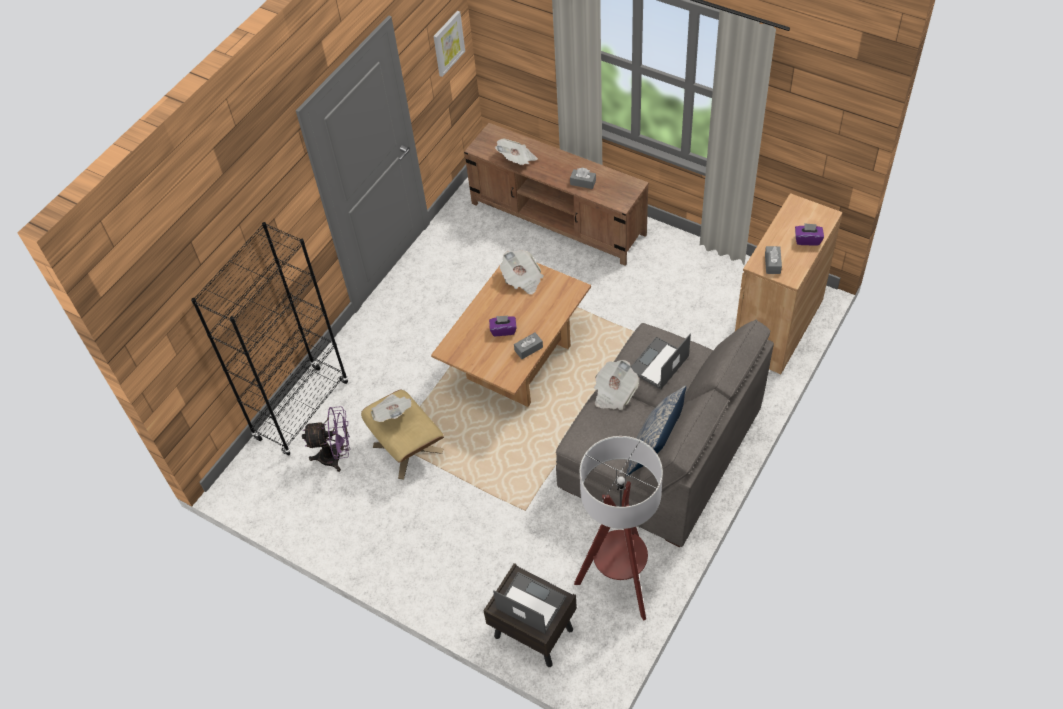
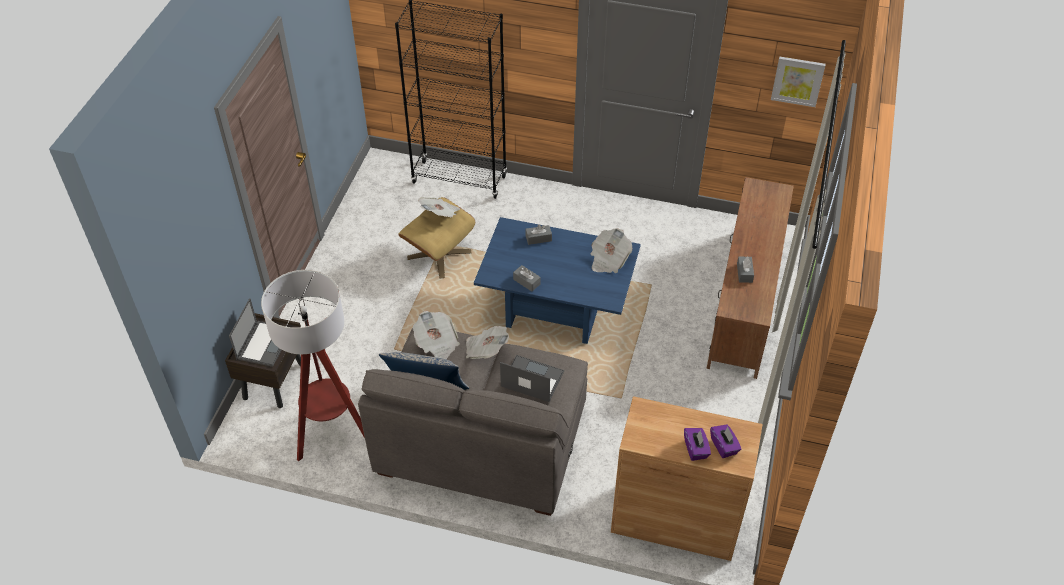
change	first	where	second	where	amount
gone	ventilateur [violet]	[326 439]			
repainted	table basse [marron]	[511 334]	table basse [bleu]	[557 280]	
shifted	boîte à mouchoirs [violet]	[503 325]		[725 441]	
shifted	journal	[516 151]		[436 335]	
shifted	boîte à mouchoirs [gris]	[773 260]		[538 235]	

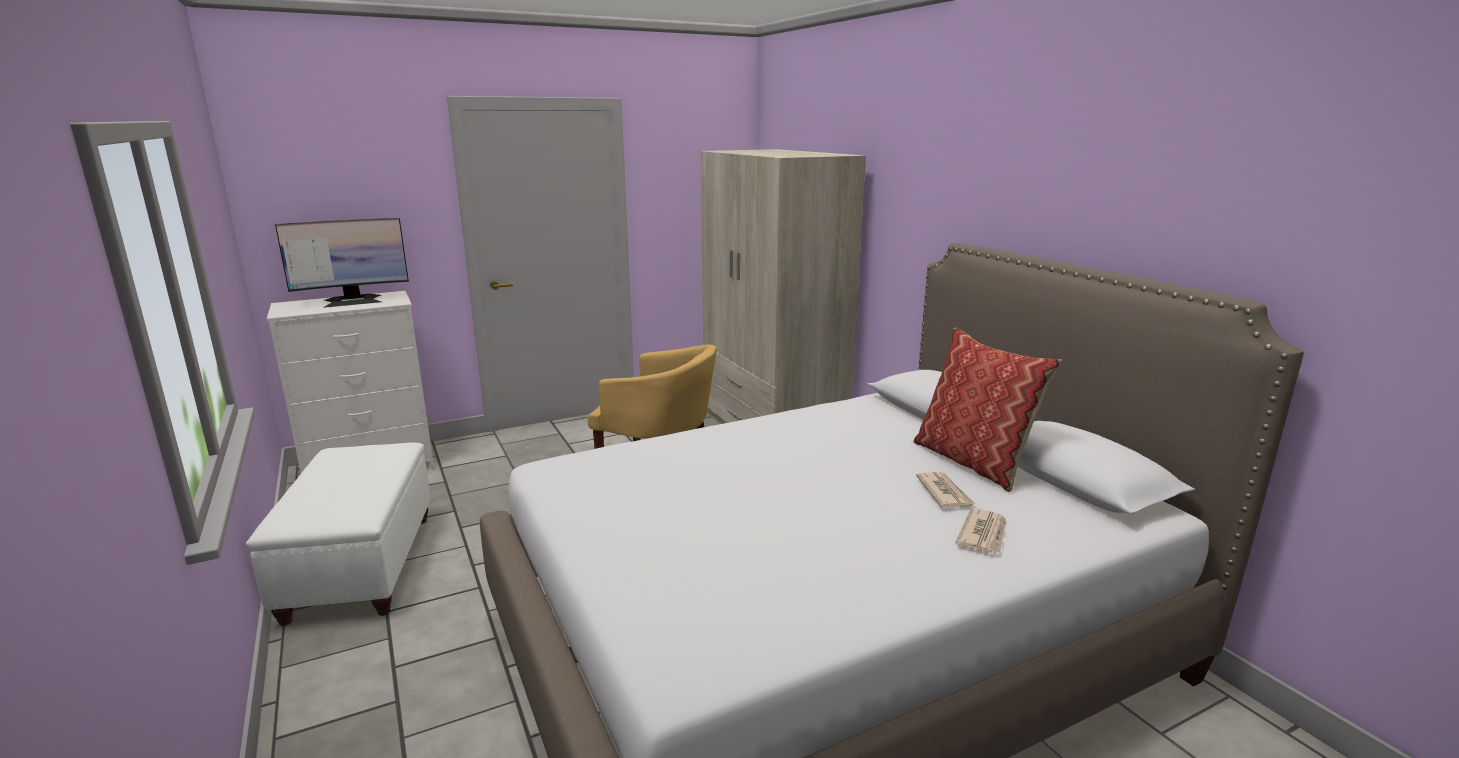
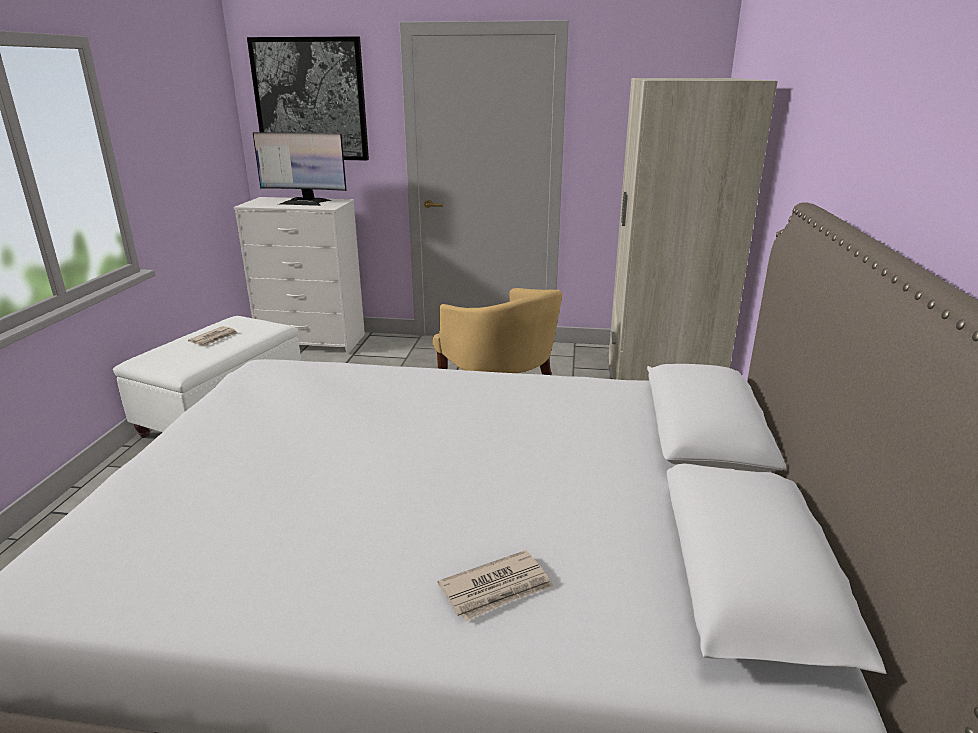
change	first	where	second	where	amount
gone	coussin	[988 410]			
shifted	journal	[945 490]		[213 336]	
new			tableau	[308 98]	

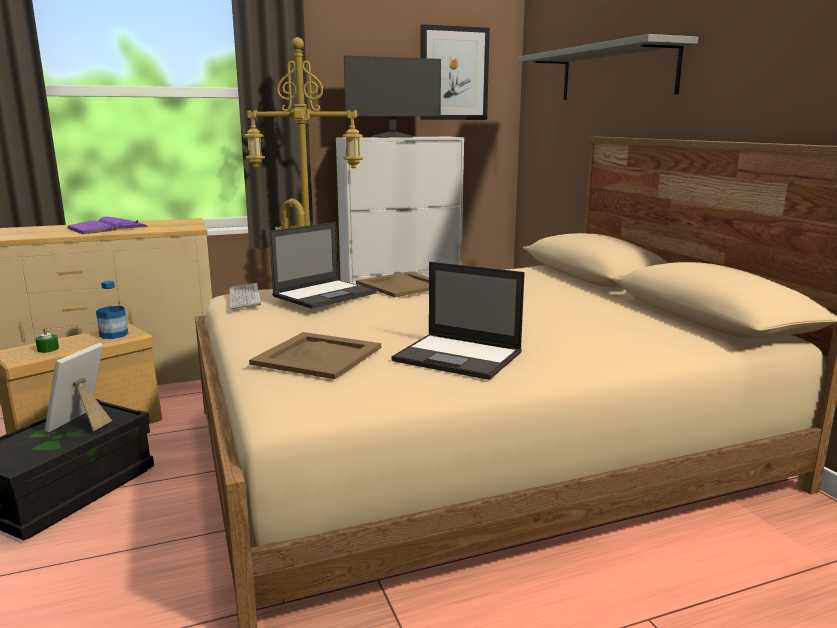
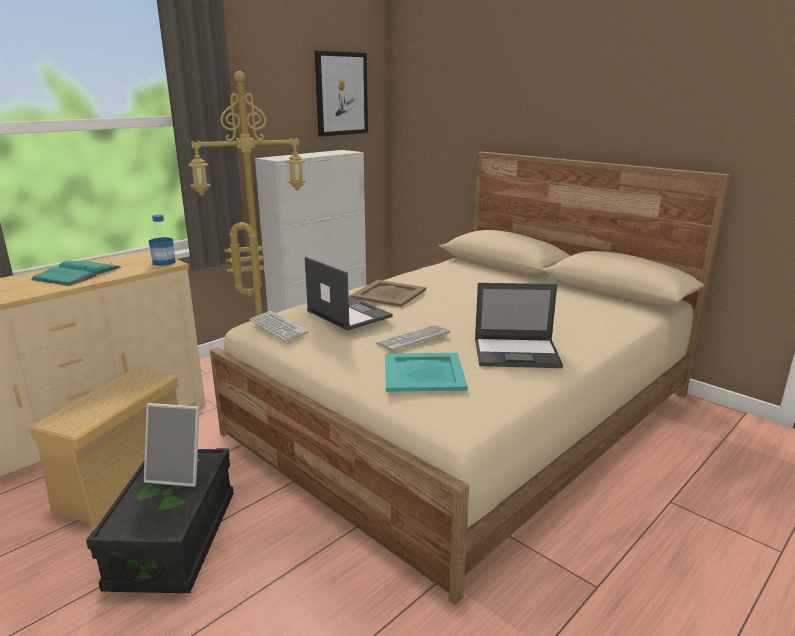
change	first	where	second	where	amount
gone	bougie [vert]	[47 340]			
rotated	cadre photo	[78 388]		[172 445]	75 degrees counterclockwise
repainted	livre [violet]	[107 225]	livre [turquoise]	[76 273]	
shifted	bouteille	[112 310]		[162 240]	
repainted	plateau [beige]	[315 355]	plateau [turquoise]	[426 372]	
rotated	ordinateur portable	[323 265]		[349 294]	60 degrees counterclockwise
gone	écran d'ordinateur	[392 97]			
gone	étagère [gris]	[608 67]			
new			clavier	[413 338]	

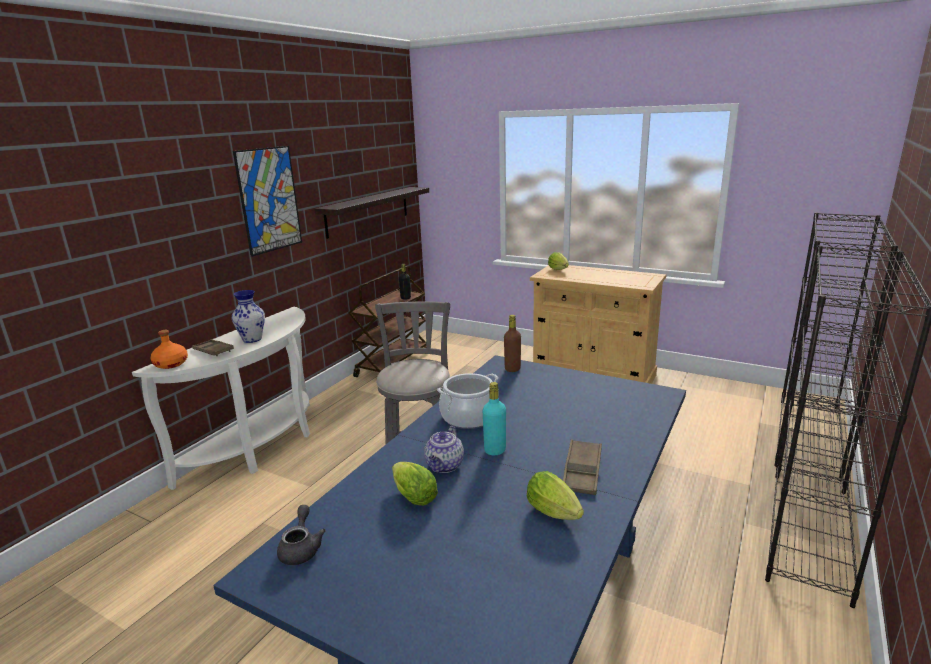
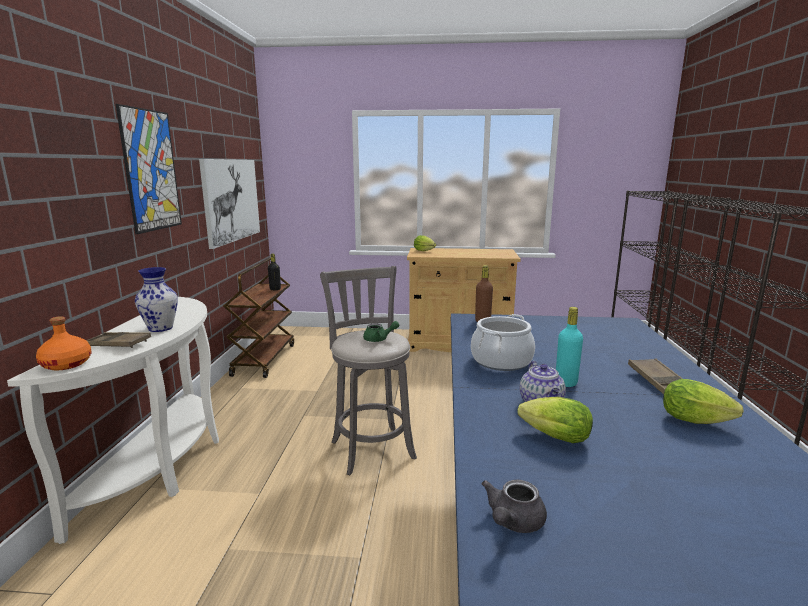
change	first	where	second	where	amount
rotated	théière [gris]	[301 535]		[514 506]	120 degrees counterclockwise
swapped	étagère	[371 213]	tableau	[229 204]	
new			théière [vert]	[381 331]	

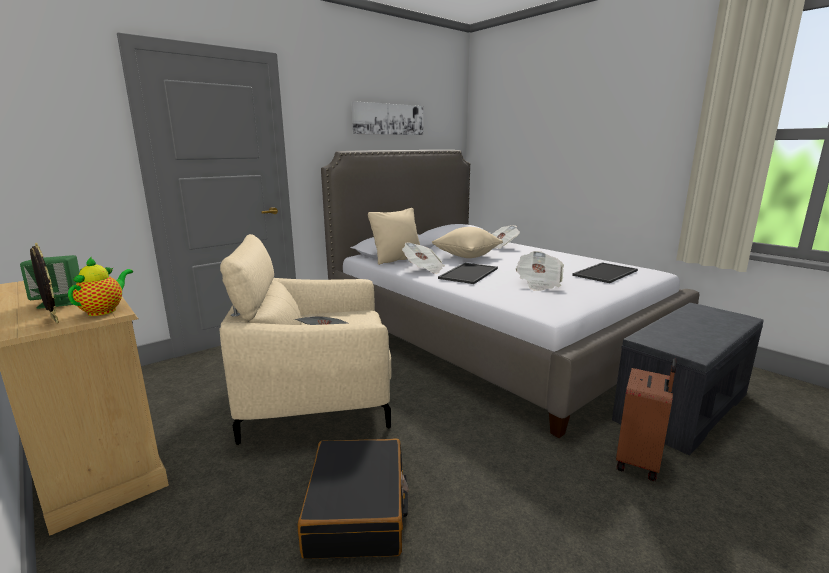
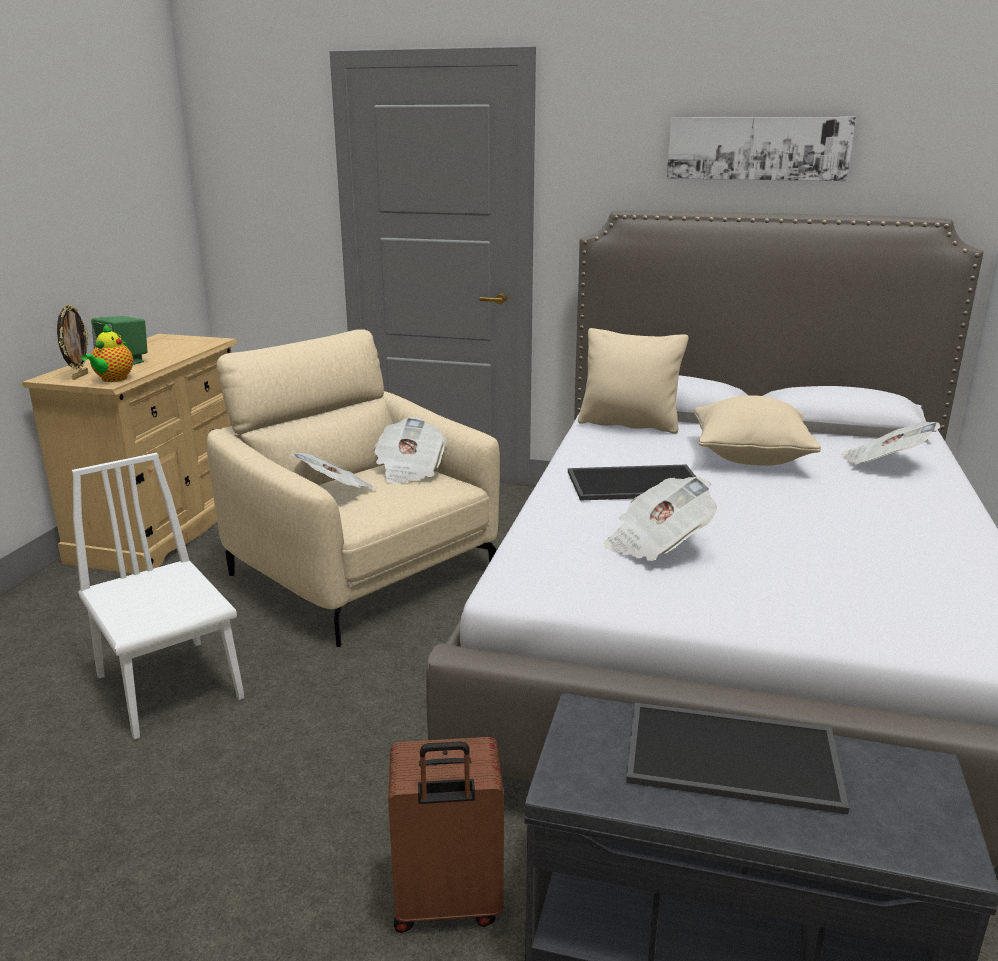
change	first	where	second	where	amount
rotated	théière	[100 286]		[107 353]	120 degrees clockwise
swapped	valise [noir]	[353 498]	chaise [blanc]	[158 596]	
shifted	journal	[423 258]		[410 450]	
shifted	plateau	[605 273]		[737 758]	

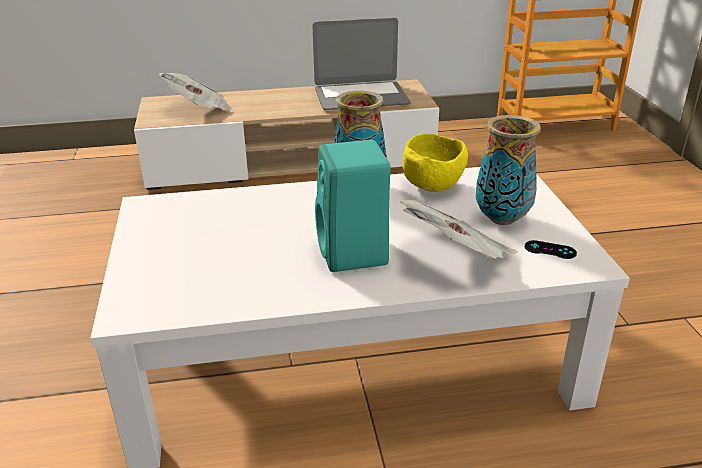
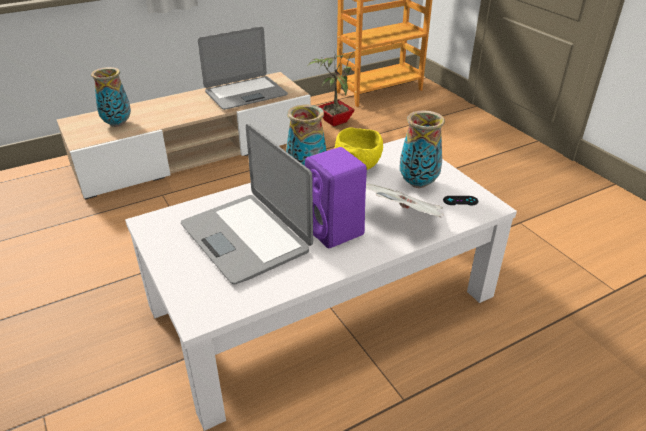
change	first	where	second	where	amount
swapped	journal	[196 92]	vase	[111 97]	
repainted	enceinte [turquoise]	[352 206]	enceinte [violet]	[336 197]	
new			ordinateur portable	[247 204]	
new			plante en pot	[331 89]	

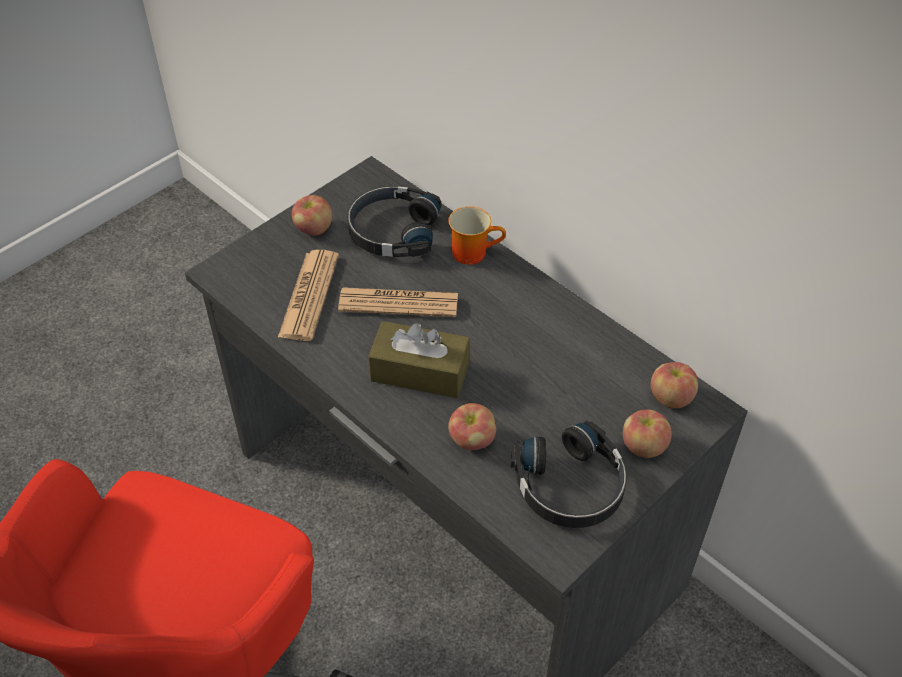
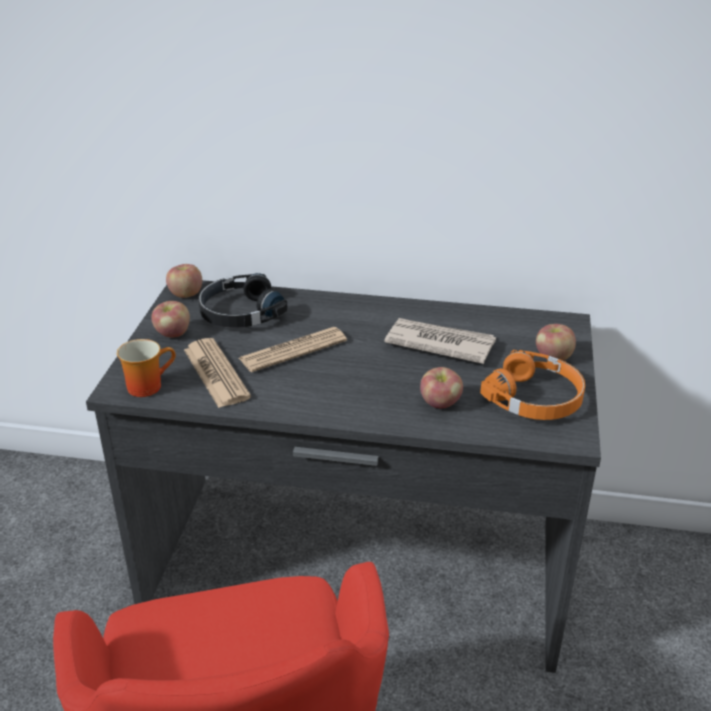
change	first	where	second	where	amount
gone	boîte à mouchoirs [marron]	[419 359]			
shifted	mug	[477 235]		[146 368]	
repainted	casque audio [noir]	[569 474]	casque audio [orange]	[532 385]	
shifted	pomme	[674 385]		[184 281]	
new			journal	[440 341]	

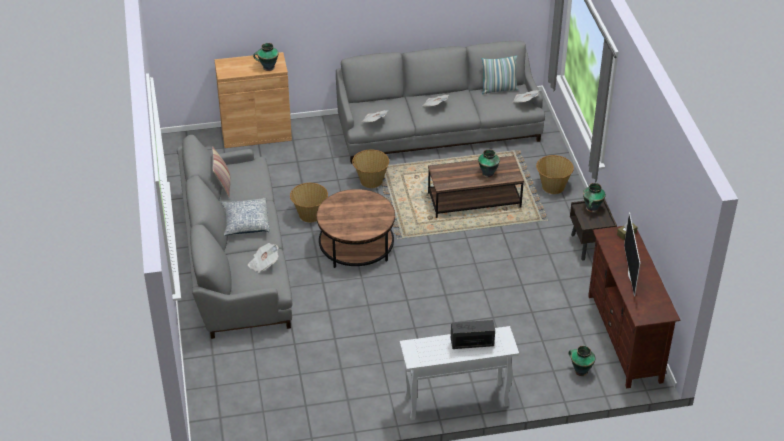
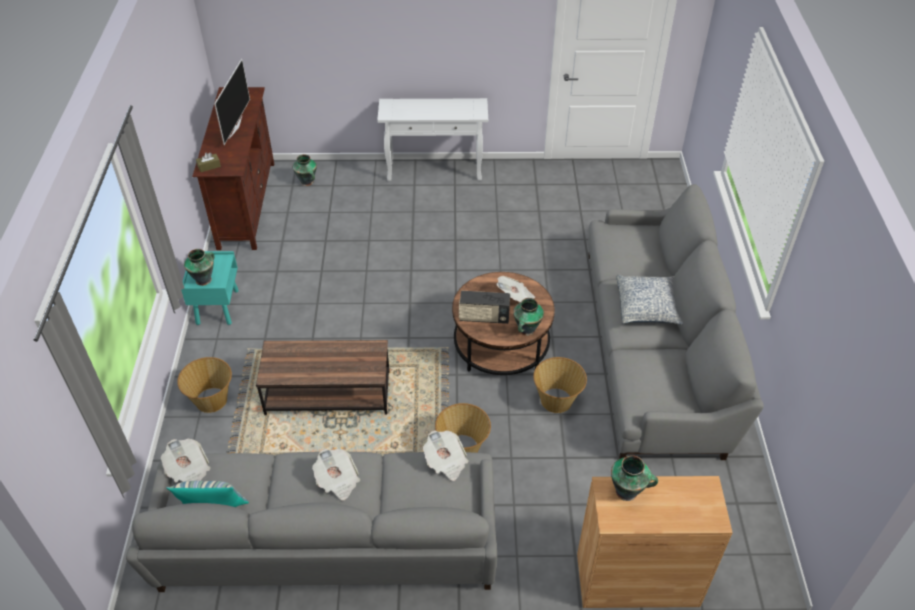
change	first	where	second	where	amount
gone	coussin	[221 172]			
shifted	journal	[263 258]		[515 289]	
shifted	radio	[473 334]		[484 307]	
shifted	vase	[489 163]		[528 317]	
repainted	table de chevet [marron]	[593 229]	table de chevet [turquoise]	[210 288]	

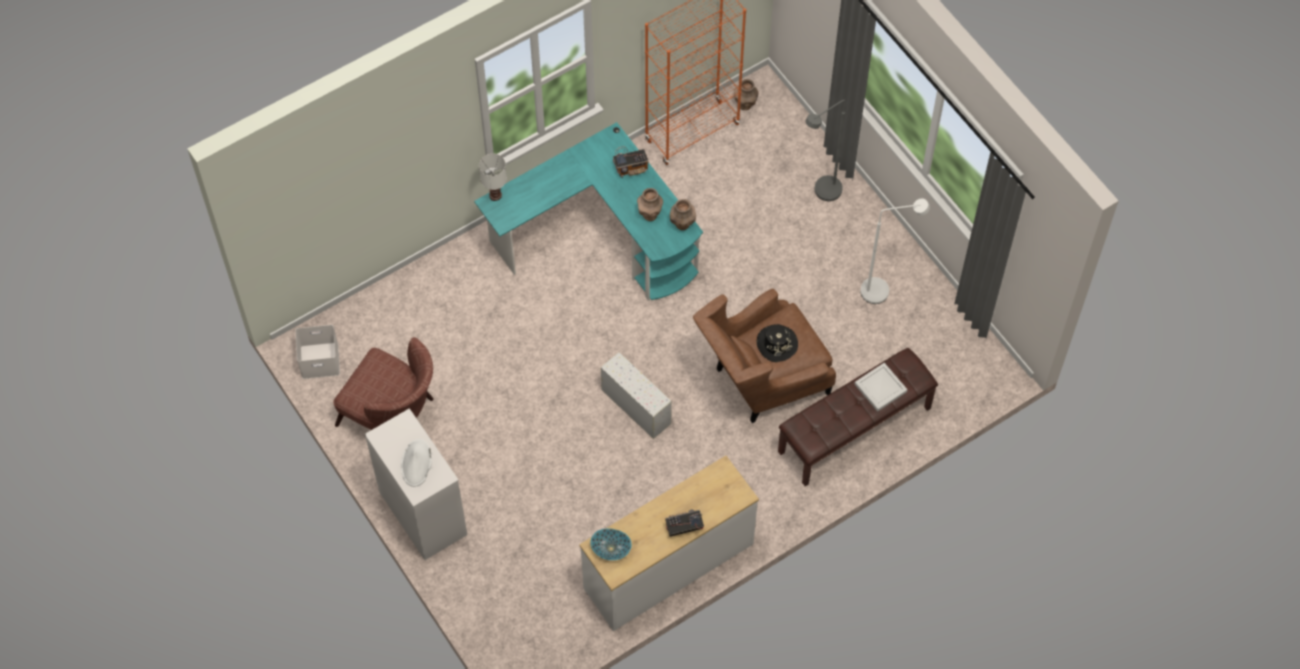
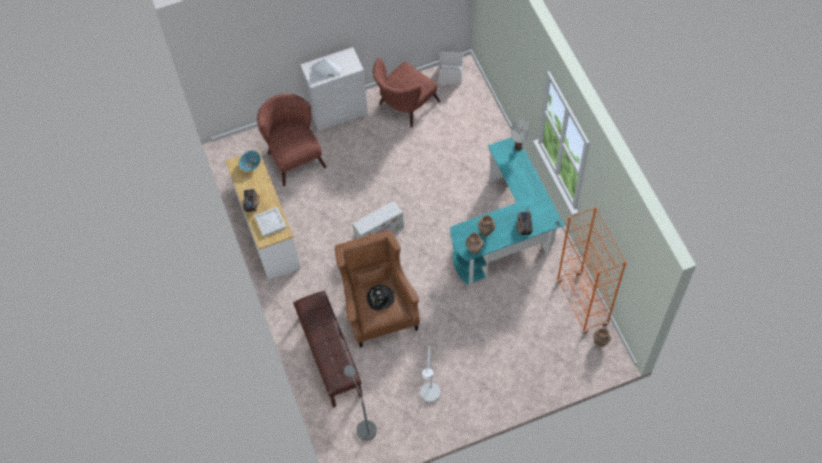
change	first	where	second	where	amount
shifted	lampadaire [gris]	[825 150]		[360 403]	
shifted	plateau [blanc]	[881 387]		[270 222]	
new			fauteuil [marron]	[291 140]	

